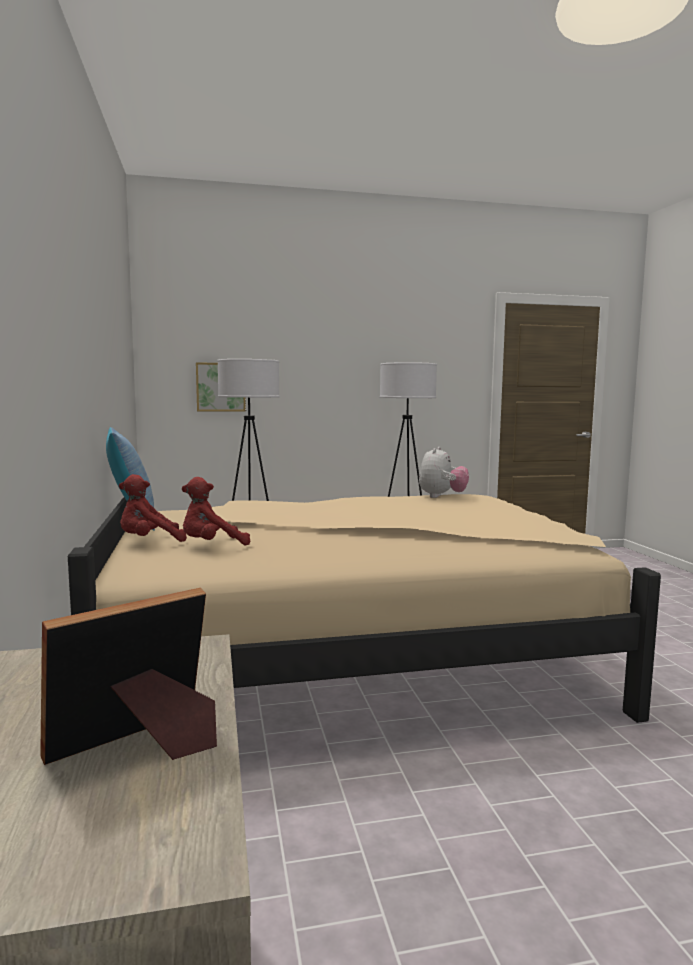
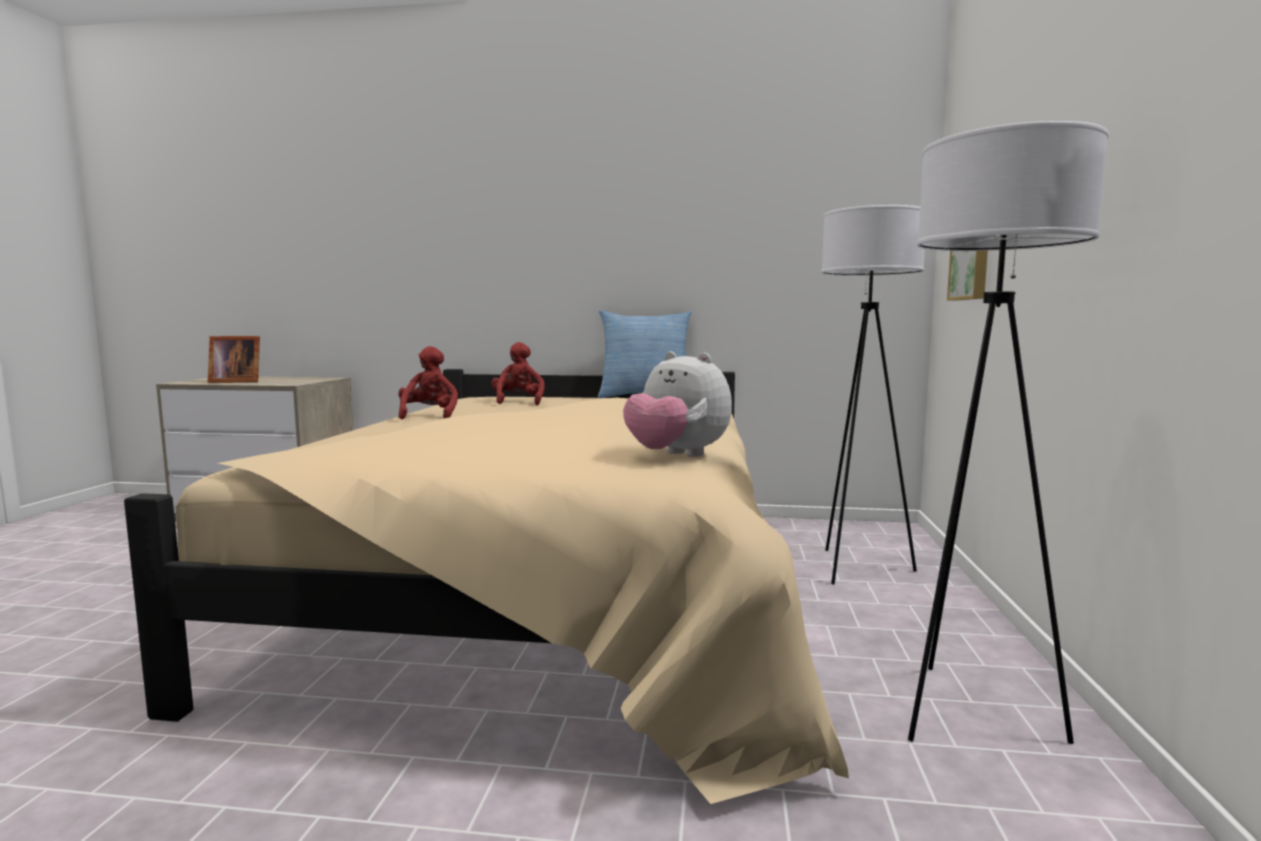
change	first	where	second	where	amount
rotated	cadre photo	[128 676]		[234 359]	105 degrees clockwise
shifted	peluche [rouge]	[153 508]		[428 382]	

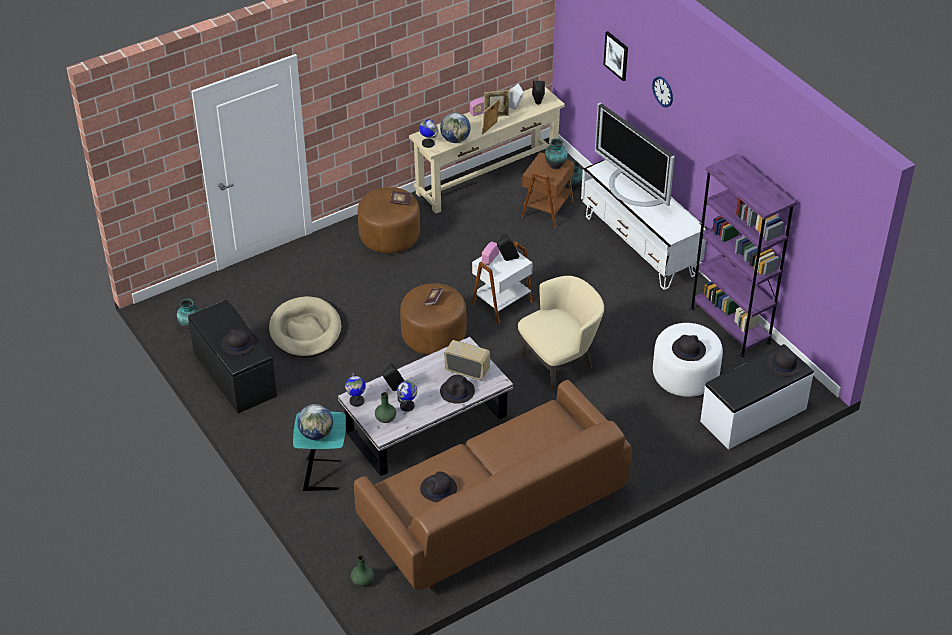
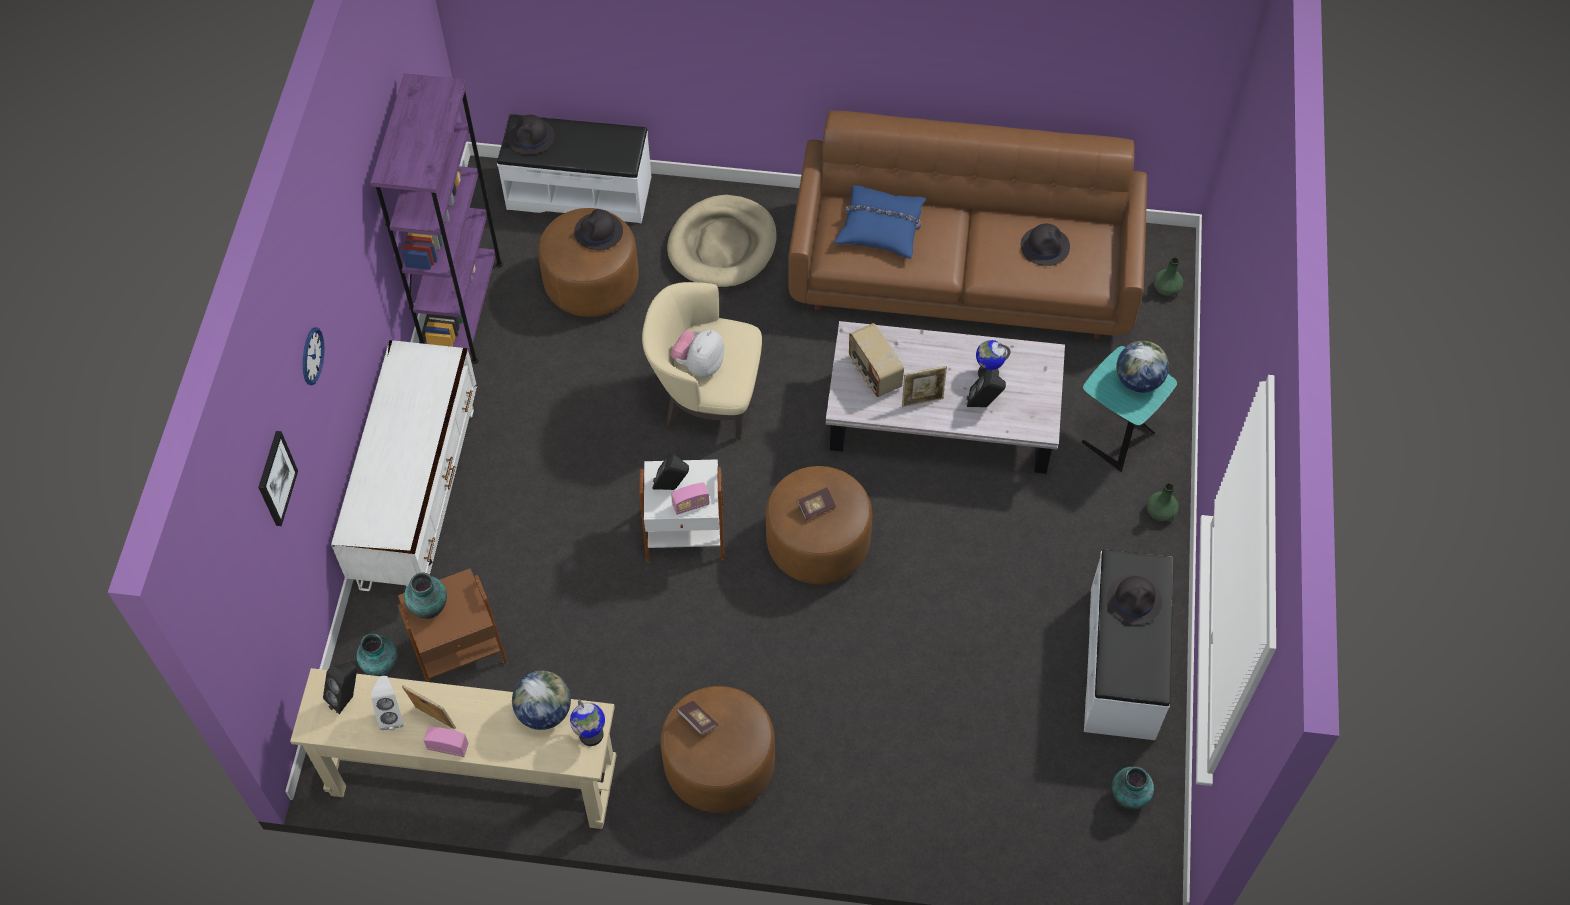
change	first	where	second	where	amount
repainted	banc [noir]	[232 357]	banc [blanc]	[1129 644]	
shifted	panier pour chien [beige]	[305 327]		[722 241]	
gone	globe	[355 390]			
shifted	vase [vert]	[385 407]		[1163 501]	
gone	chapeau [noir]	[457 389]			
shifted	cadre photo	[490 117]		[924 386]	
gone	téléviseur	[635 155]			
repainted	pouf [blanc]	[688 360]	pouf [marron]	[588 262]	
new			peluche	[697 353]	
new			coussin [bleu]	[880 222]	

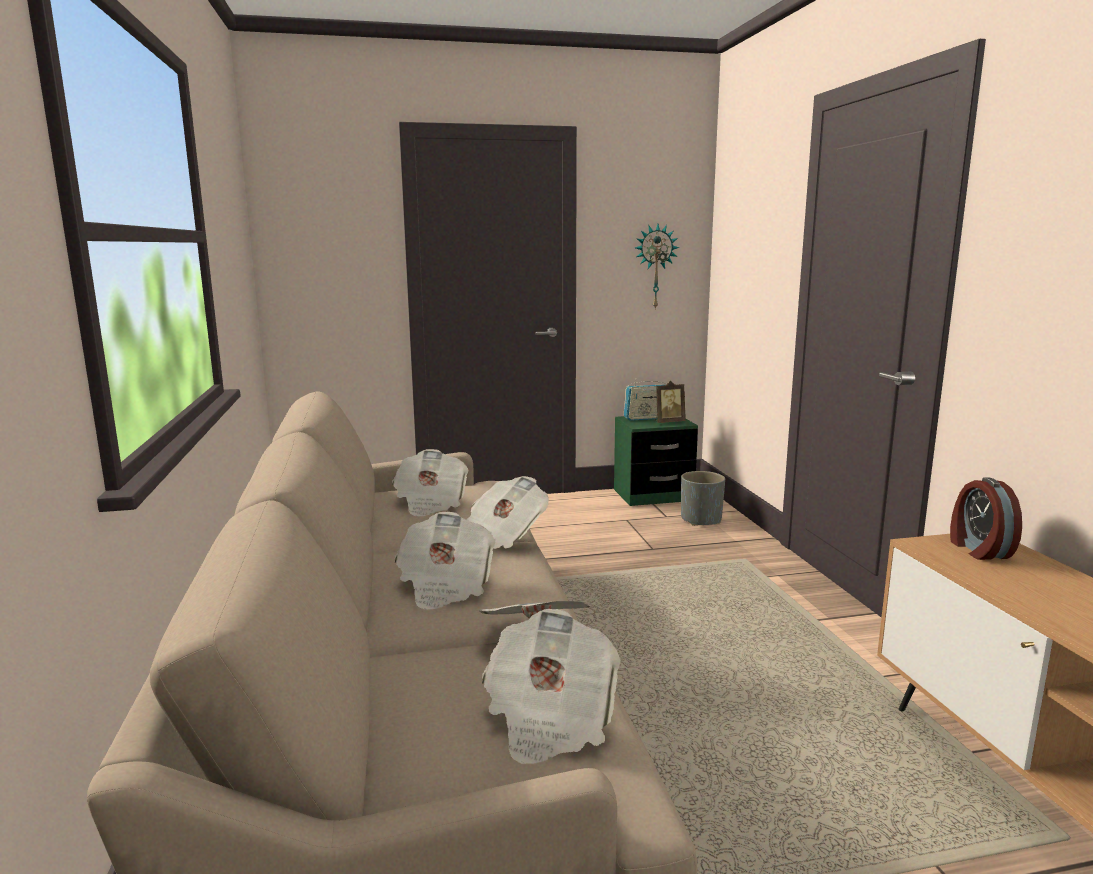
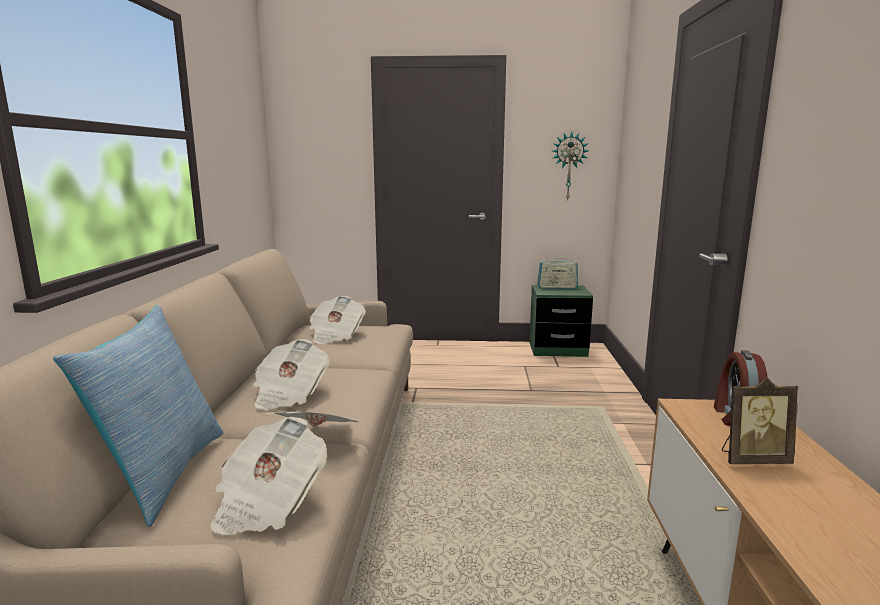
change	first	where	second	where	amount
gone	journal	[507 512]			
shifted	cadre photo	[670 402]		[760 421]	
gone	cache-pot [gris]	[703 498]			
new			coussin	[138 416]	

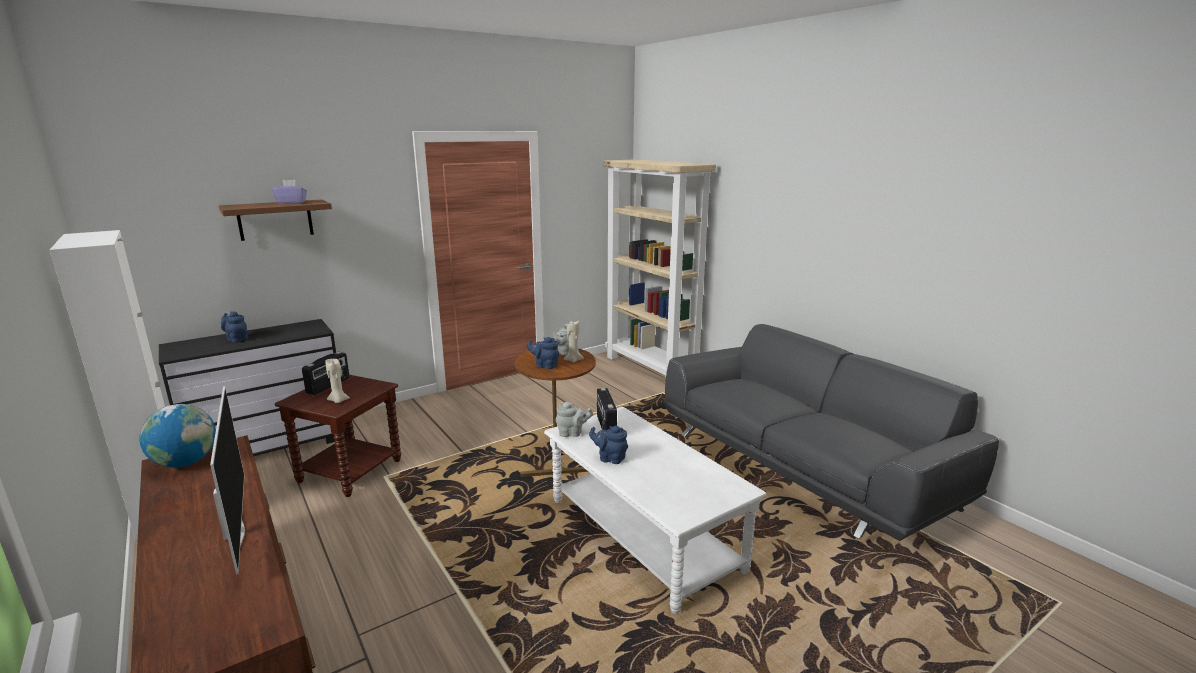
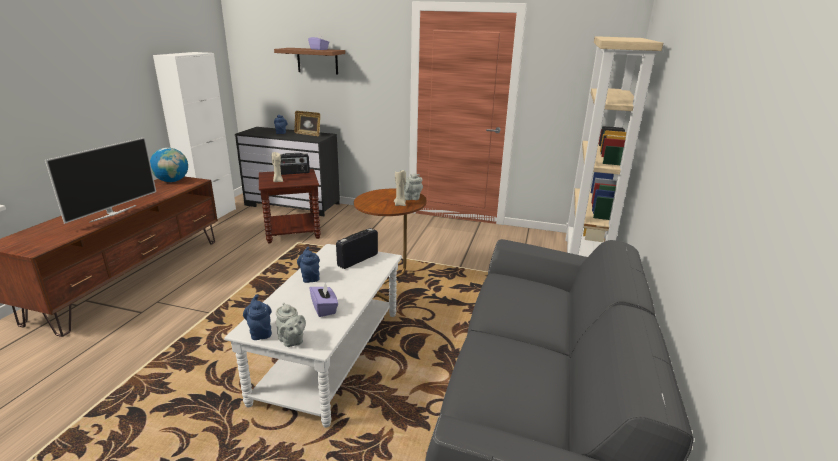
change	first	where	second	where	amount
shifted	théière [bleu]	[543 353]		[257 317]	
shifted	théière [gris]	[574 419]		[291 325]	
new			cadre photo	[307 123]	
new			boîte à mouchoirs [violet]	[323 299]	

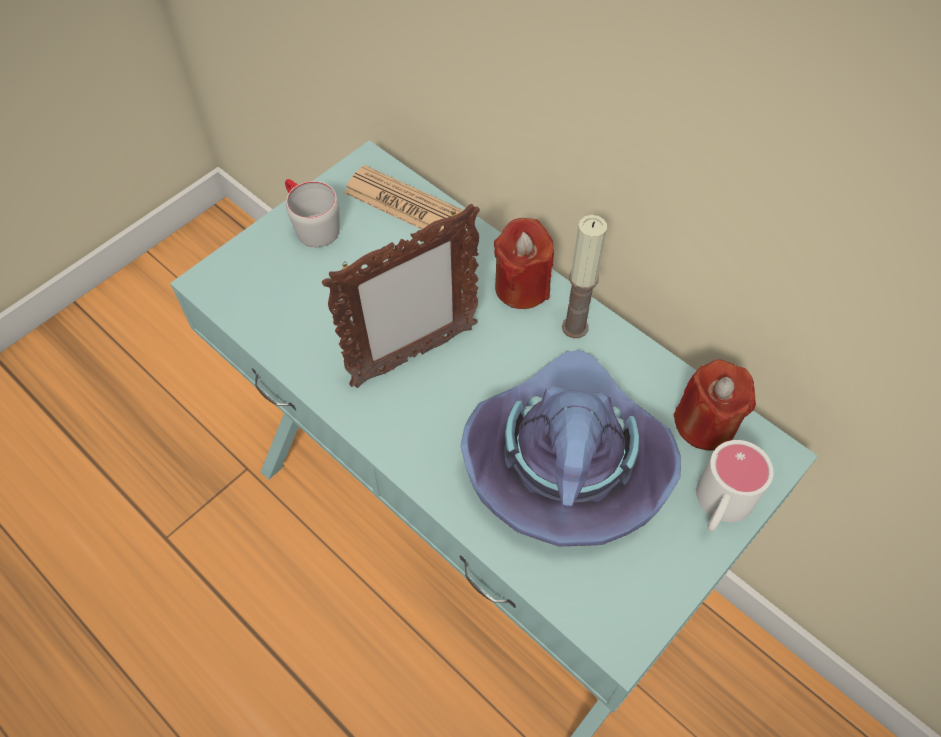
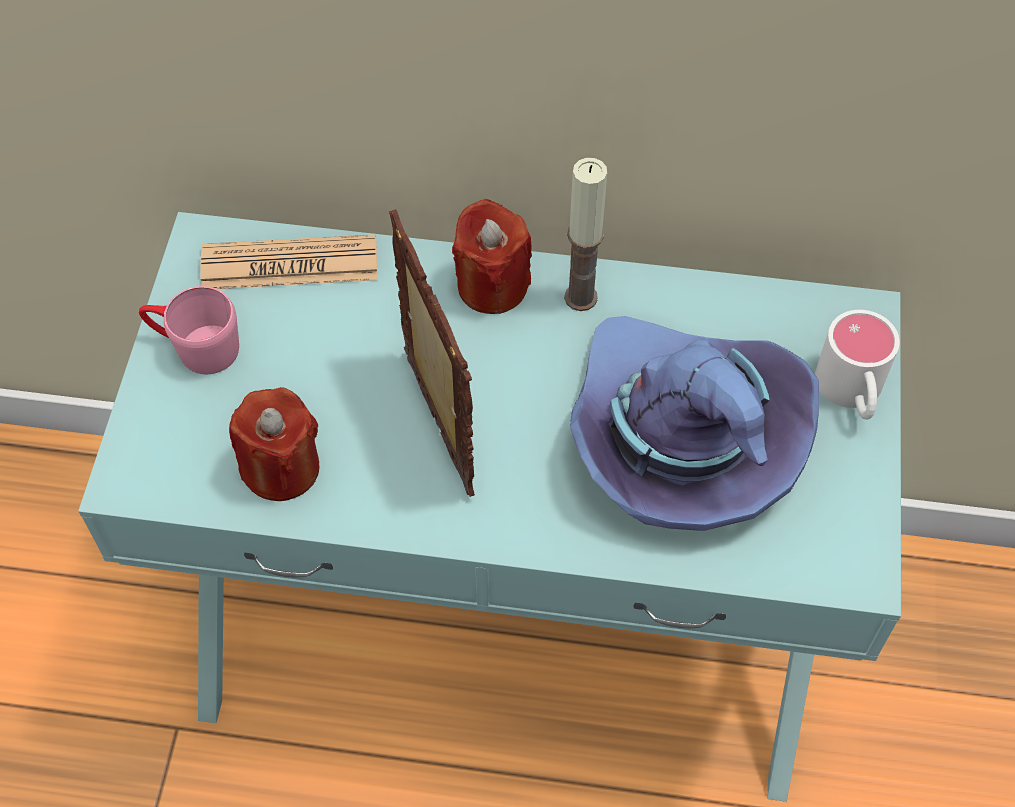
change	first	where	second	where	amount
repainted	mug [gris]	[312 213]	mug [rose]	[189 330]	
rotated	cadre photo	[401 296]		[432 353]	45 degrees counterclockwise
shifted	bougie [rouge]	[715 404]		[274 444]	

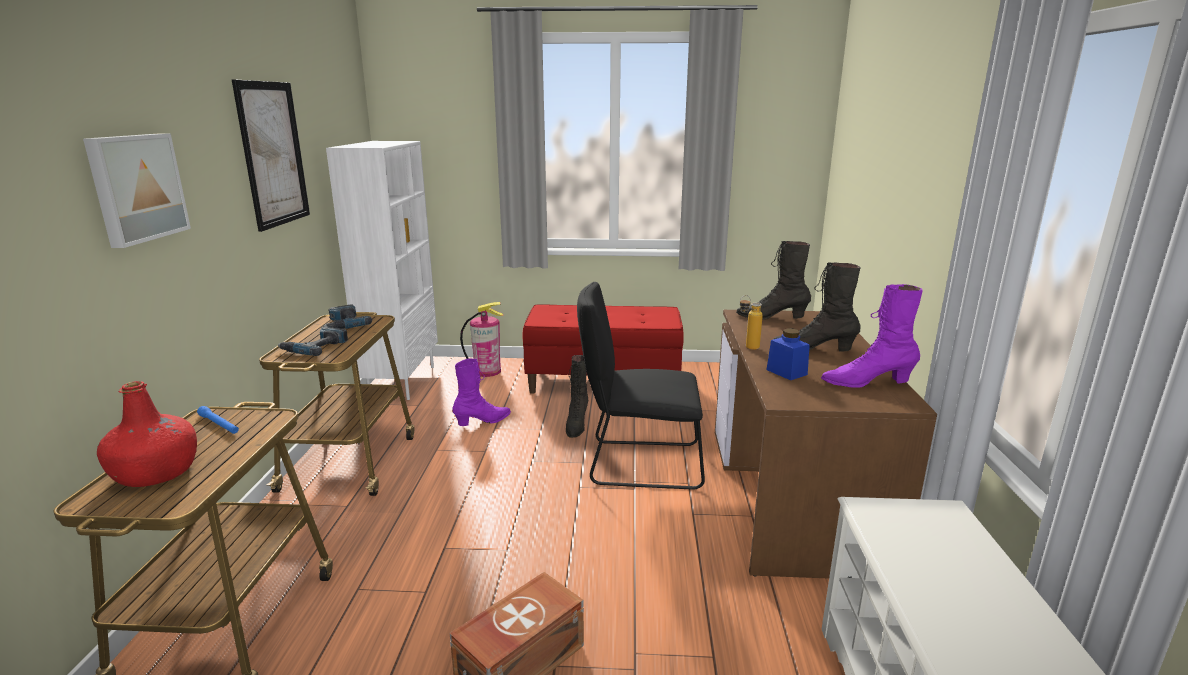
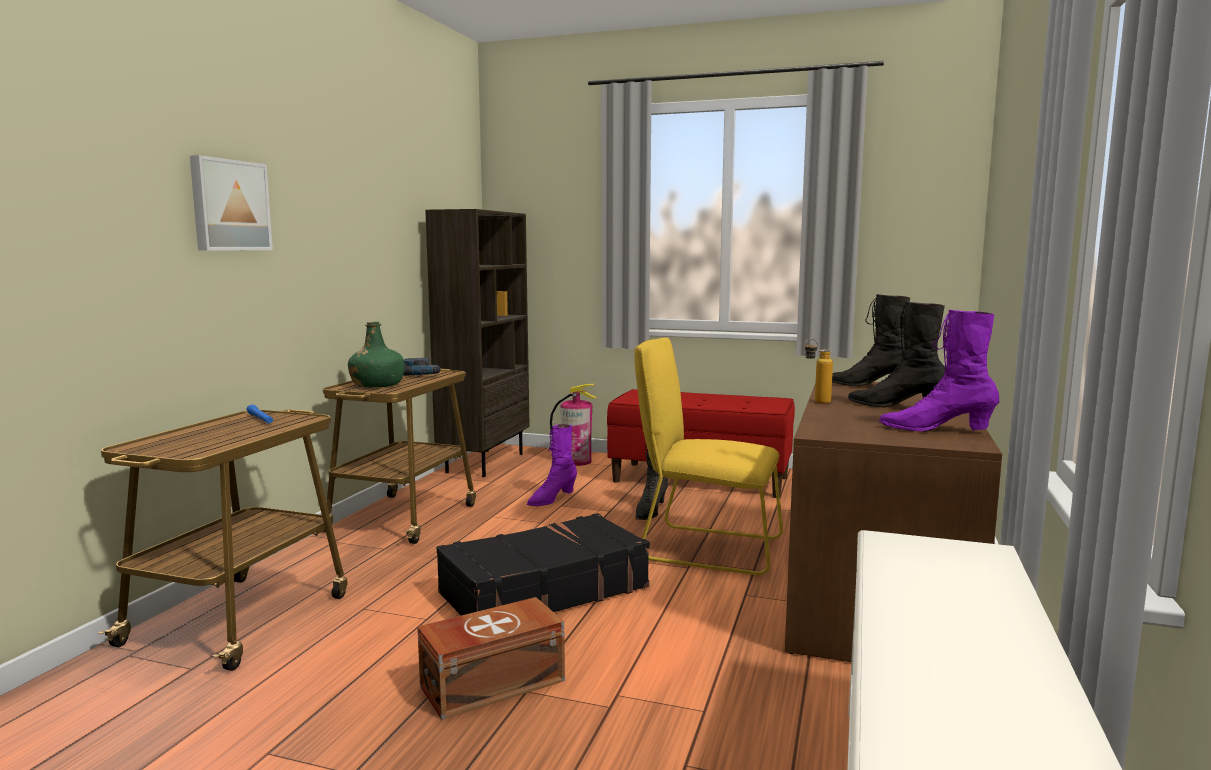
change	first	where	second	where	amount
gone	bouteille [rouge]	[147 434]			
gone	tableau	[271 156]			
swapped	perceuse	[313 341]	bouteille [vert]	[376 355]	
repainted	bibliothèque [blanc]	[382 270]	bibliothèque [marron]	[477 343]	
rotated	botte [violet]	[482 392]		[552 465]	150 degrees clockwise
repainted	chaise [noir]	[641 385]	chaise [jaune]	[708 456]	
gone	bocal [bleu]	[788 354]			
new			valise [noir]	[543 564]	

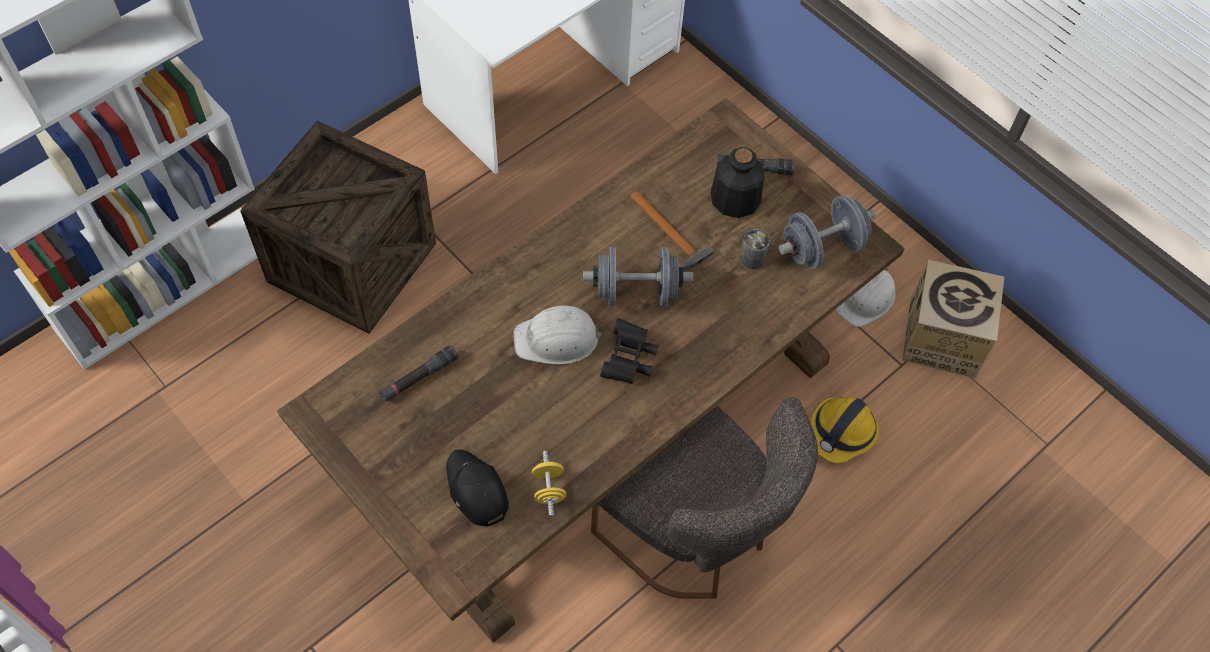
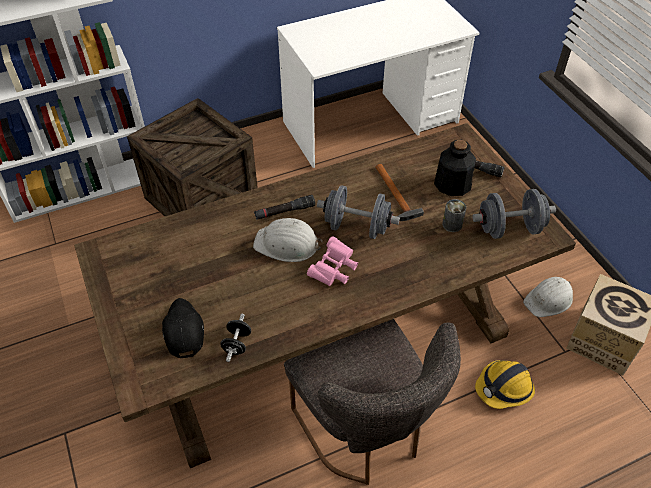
change	first	where	second	where	amount
shifted	lampe de poche [noir]	[419 373]		[284 207]	
repainted	haltère [jaune]	[549 483]	haltère [noir]	[235 338]	
repainted	jumelles [noir]	[629 351]	jumelles [rose]	[332 261]	

